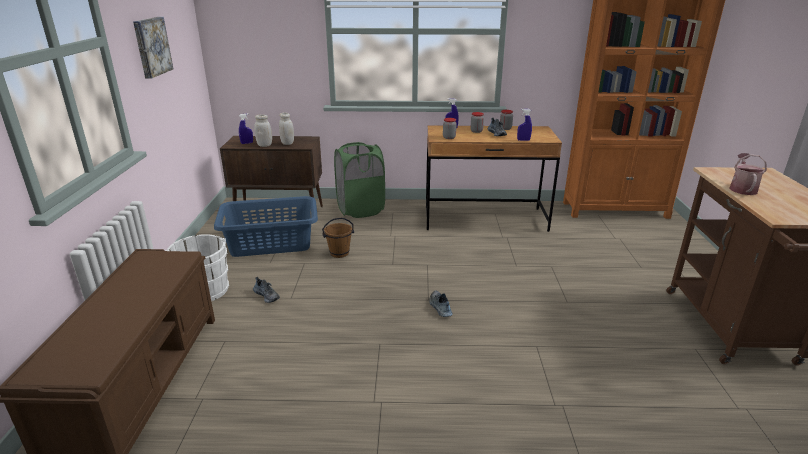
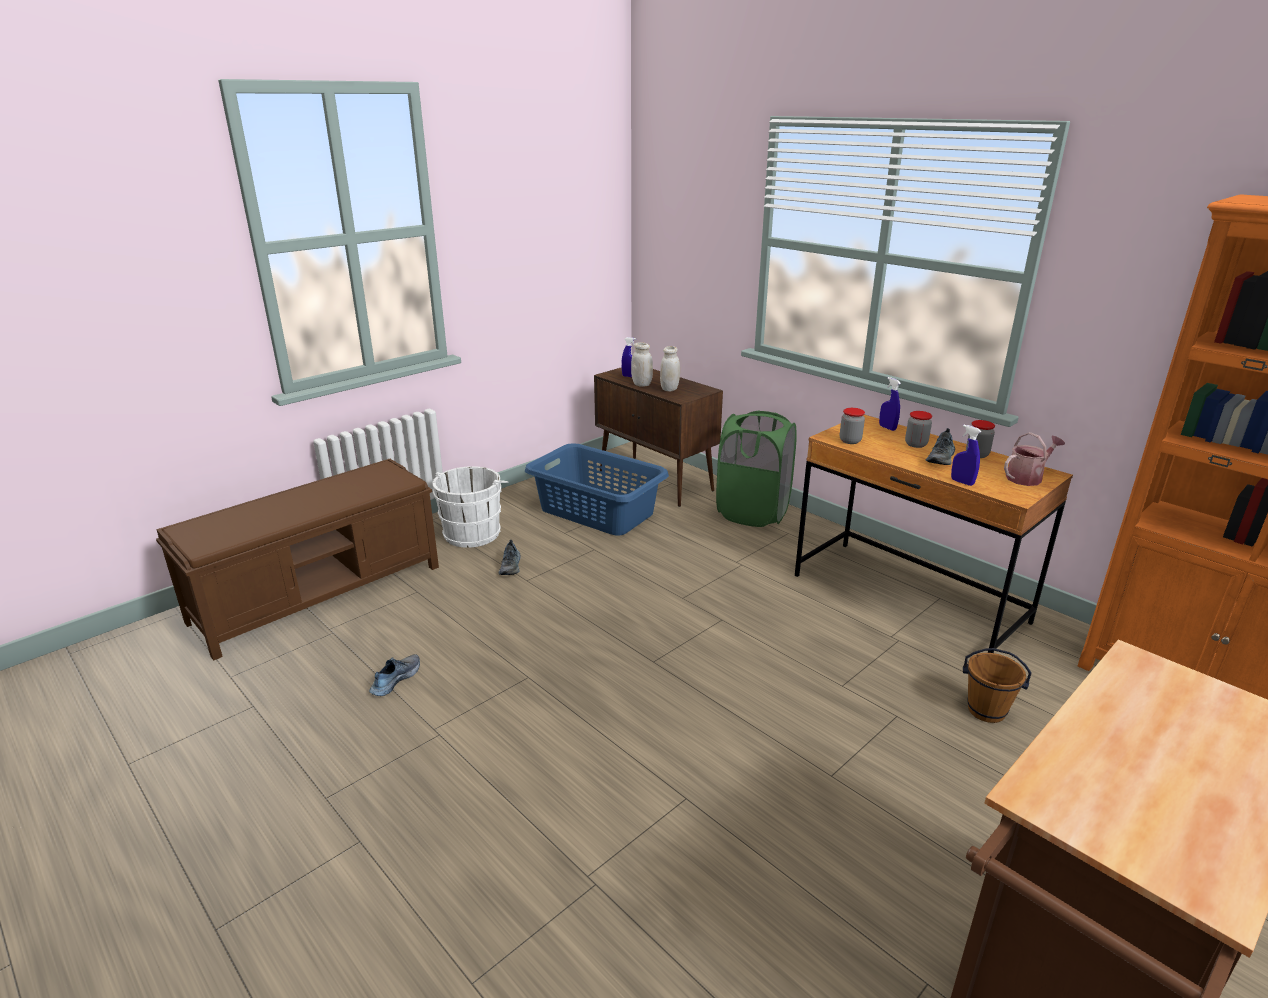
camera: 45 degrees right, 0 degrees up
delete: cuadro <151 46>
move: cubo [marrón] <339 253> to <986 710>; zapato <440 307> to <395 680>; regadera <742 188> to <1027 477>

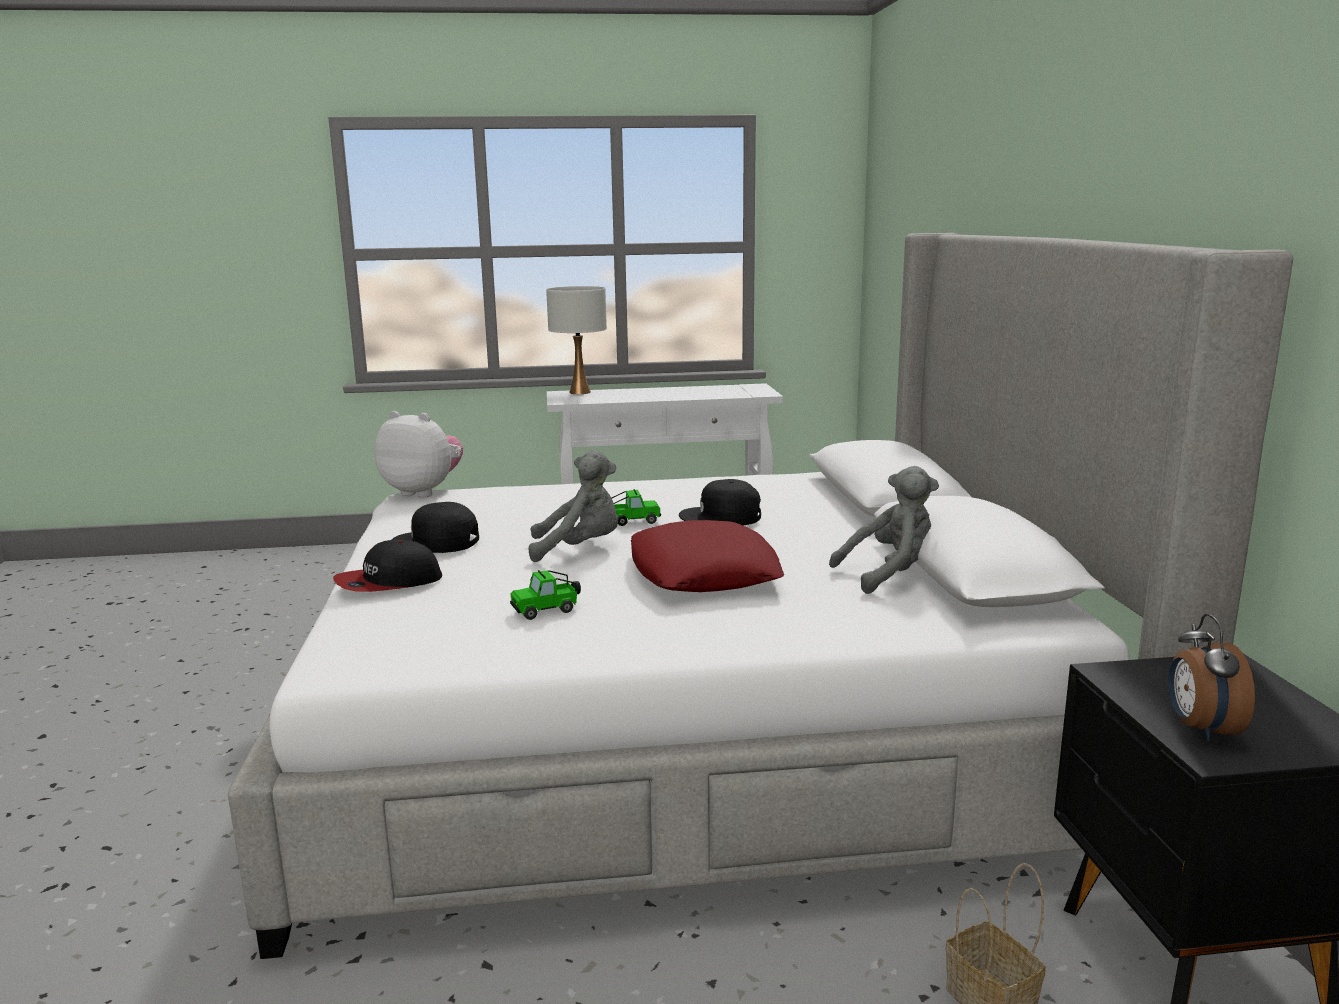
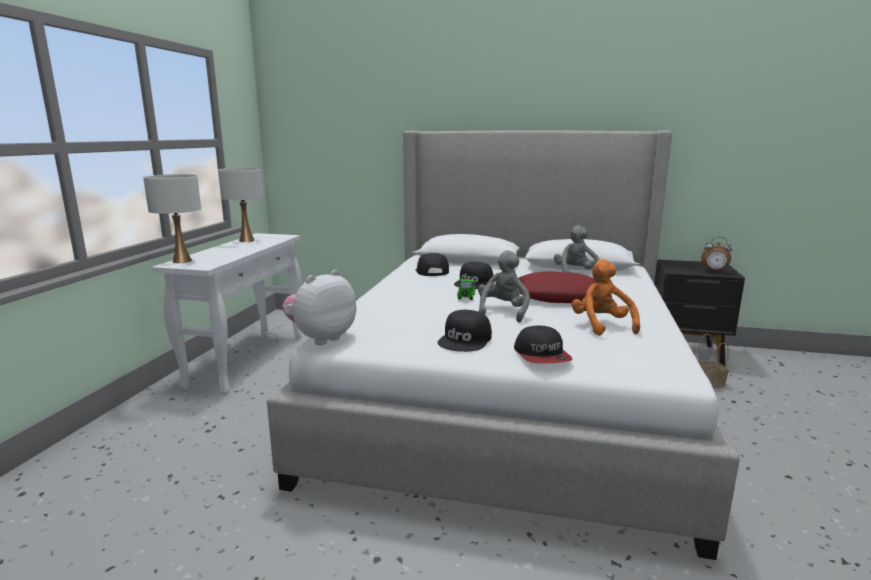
camera: 70 degrees left, 0 degrees up
insert: lámpara de mesa [blanco] <246 240>; gorra [negro] <431 271>
replace: coche de juguete <547 610> to peluche [naranja] <601 325>

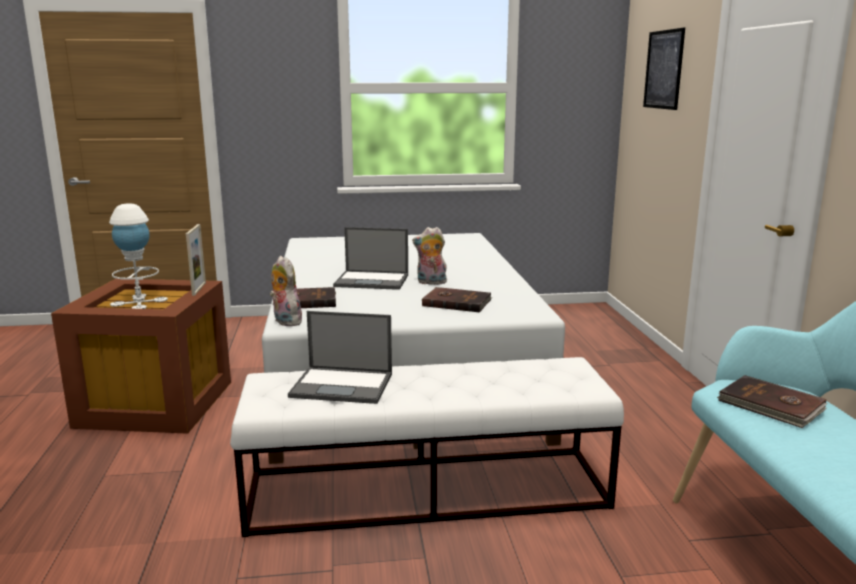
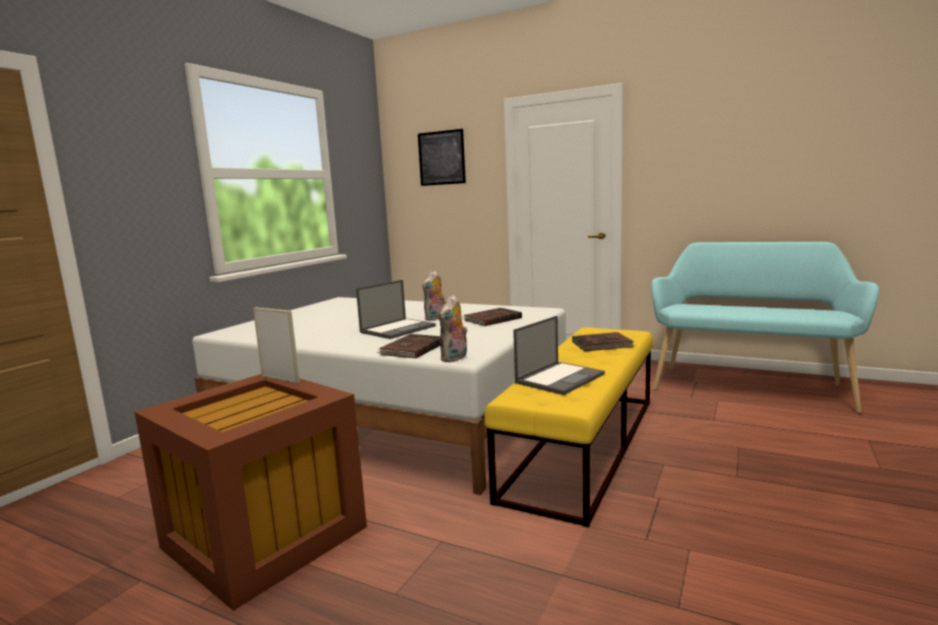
camera: 55 degrees left, 5 degrees down
delete: lámpara de mesa [blanco] <139 302>
move: libro [marrón] <771 405> to <603 344>
recolor: banco [blanco] <428 490> to banco [amarillo] <584 445>
rotate: peluche <285 321> = <455 358> 60 degrees counterclockwise

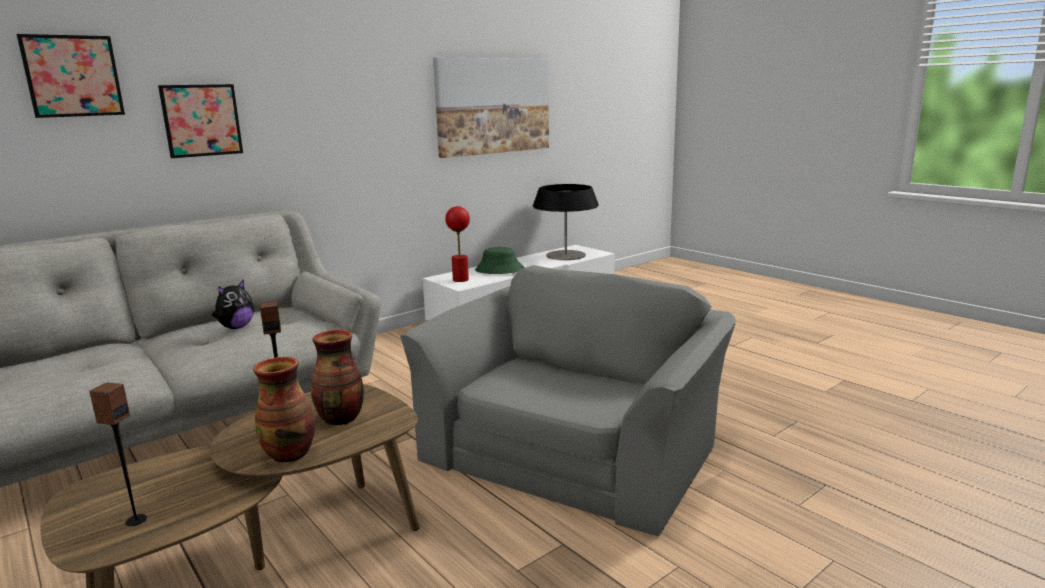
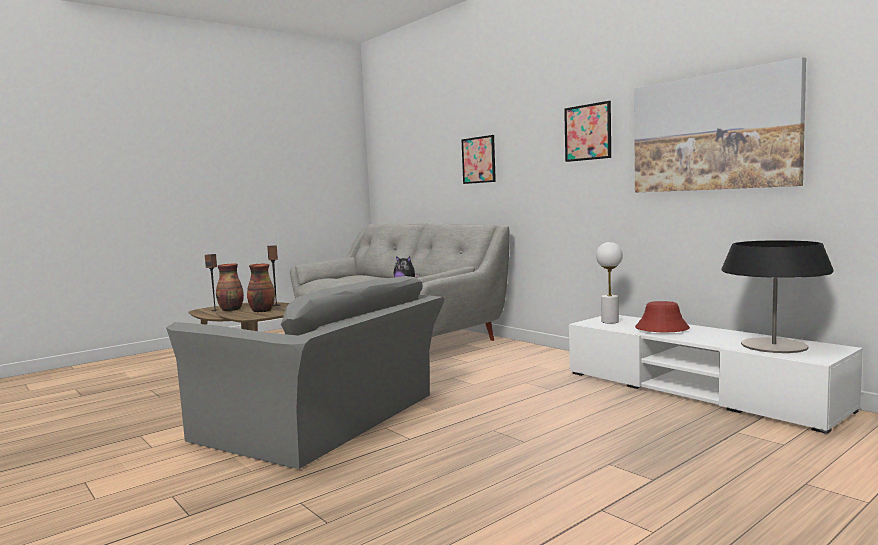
camera: 90 degrees right, 10 degrees down
move: cuadro <73 76> to <588 132>
recolor: lámpara de mesa [rojo] <460 280> to lámpara de mesa [blanco] <610 321>; sombrero [verde] <499 270> to sombrero [rojo] <661 328>

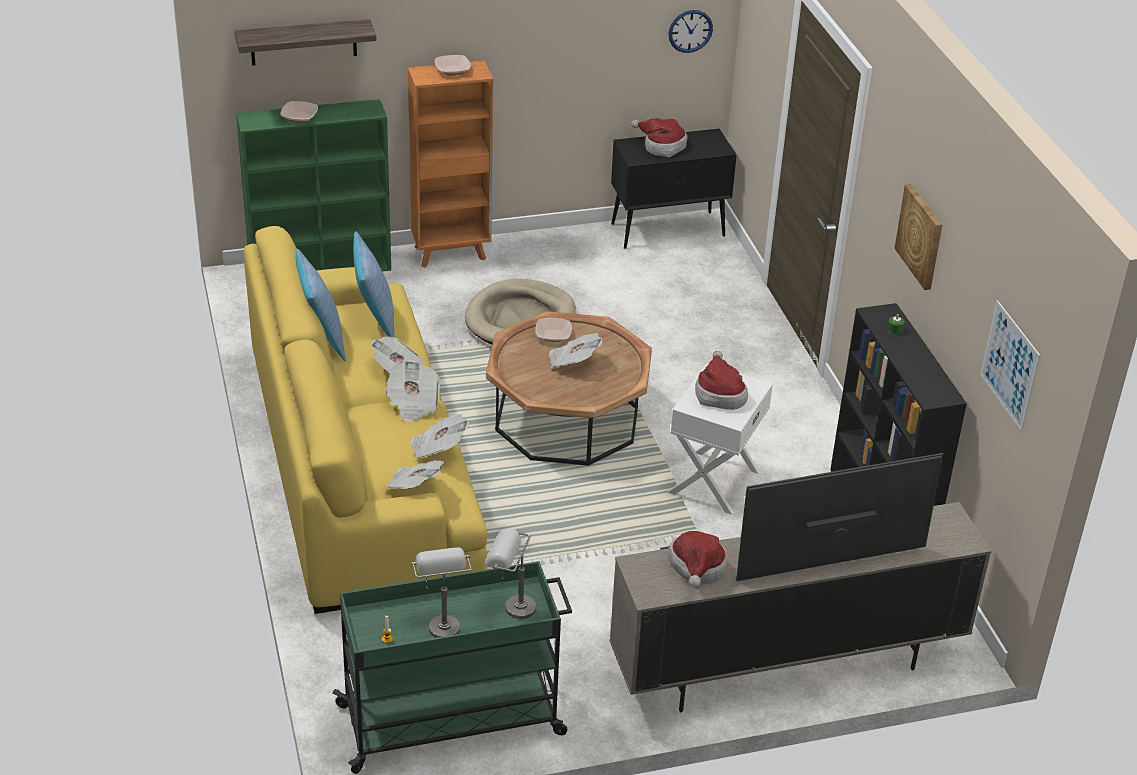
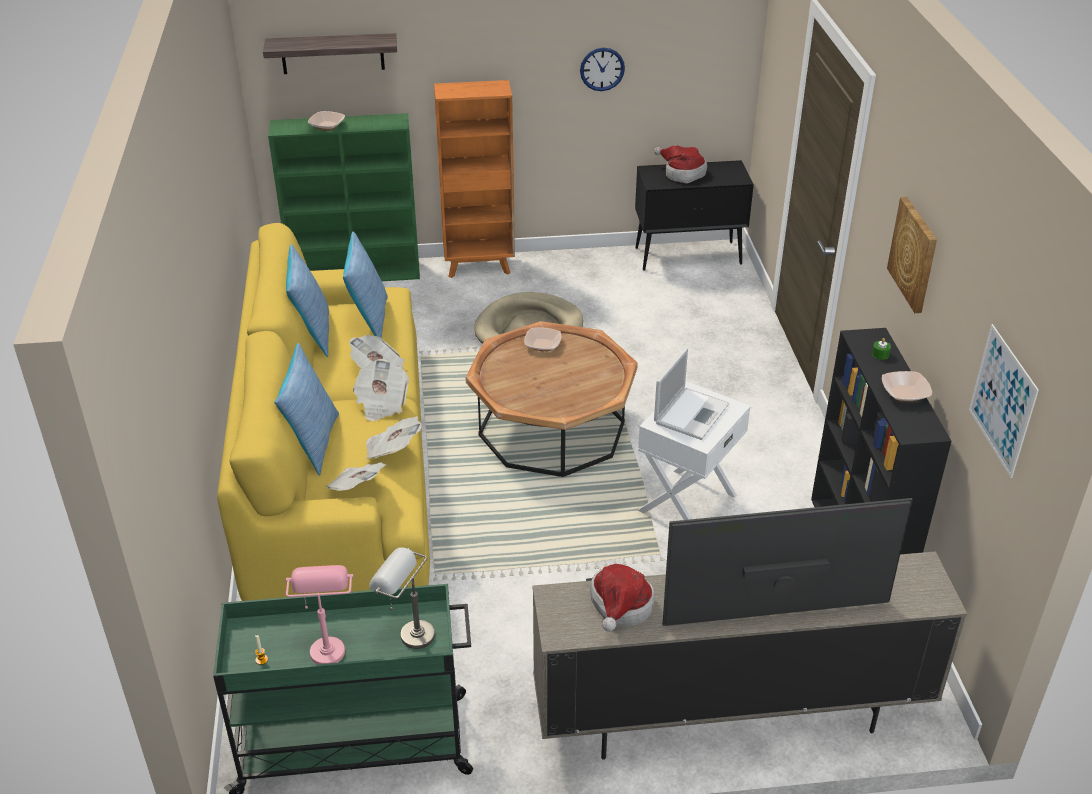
camera: 10 degrees right, 0 degrees up
delete: periódico <573 362>
insert: cojín <312 443>
move: cuenco <452 70> to <904 393>; reloj de pared <690 31> to <602 69>
replace: sombrero <719 394> to portátil <691 413>
recolor: lámpara de mesa [gris] <441 621> to lámpara de mesa [rosa] <327 643>

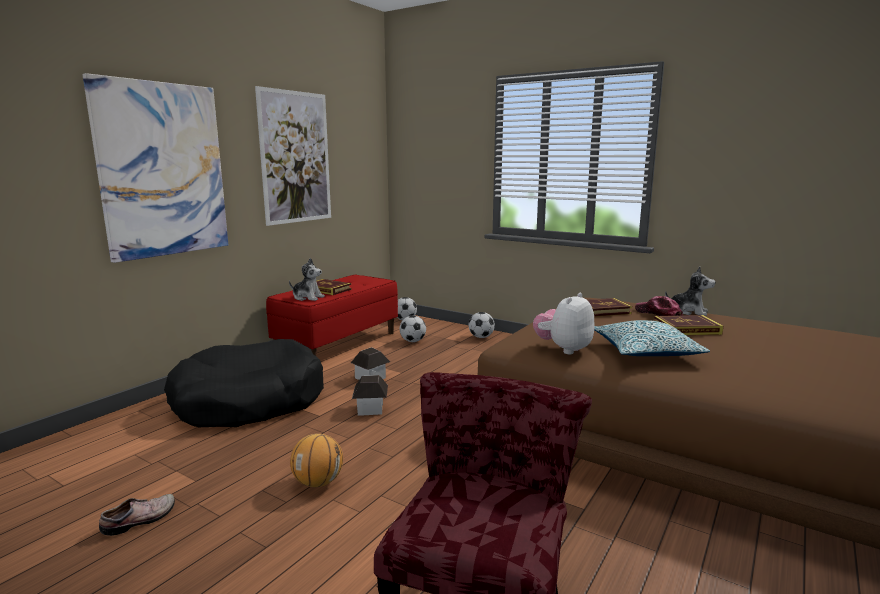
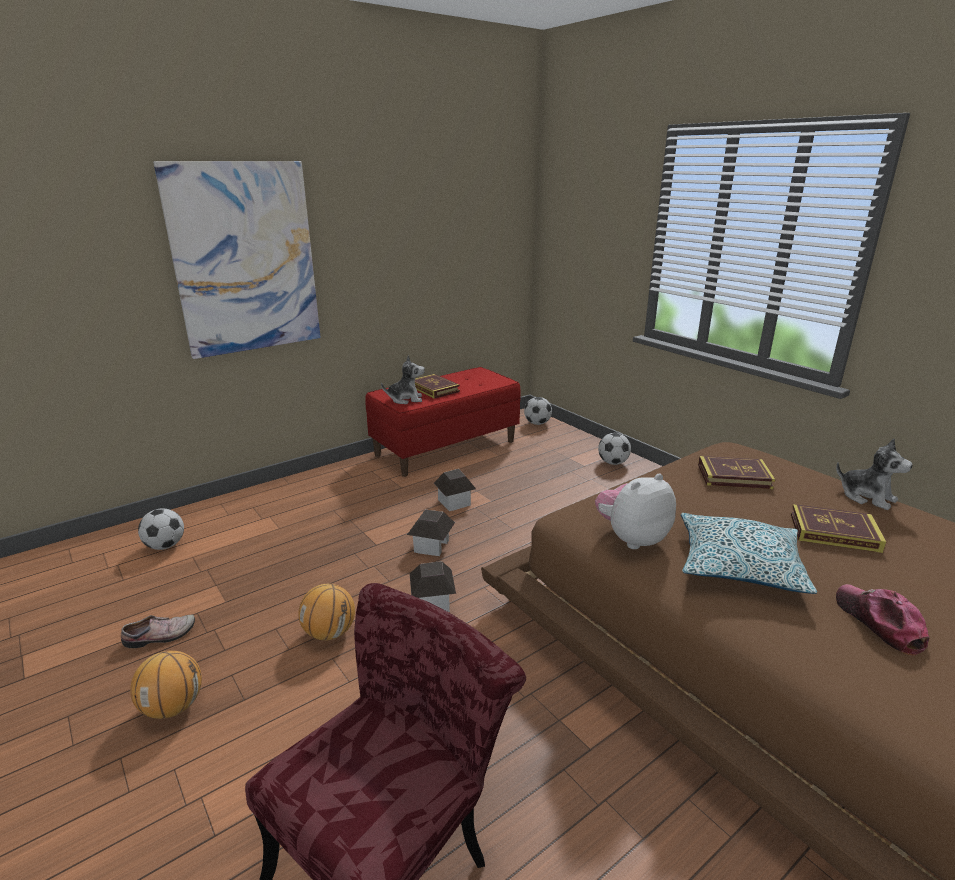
camera: 20 degrees right, 10 degrees up
delete: cama para perro [negro] <249 401>; cuadro <295 157>
insert: balón de baloncesto <173 707>; casita <432 603>
move: balón de fútbol <412 341> to <165 546>; gorra <658 314> to <879 623>
rotate: peluche <308 297> = <405 399> 45 degrees counterclockwise

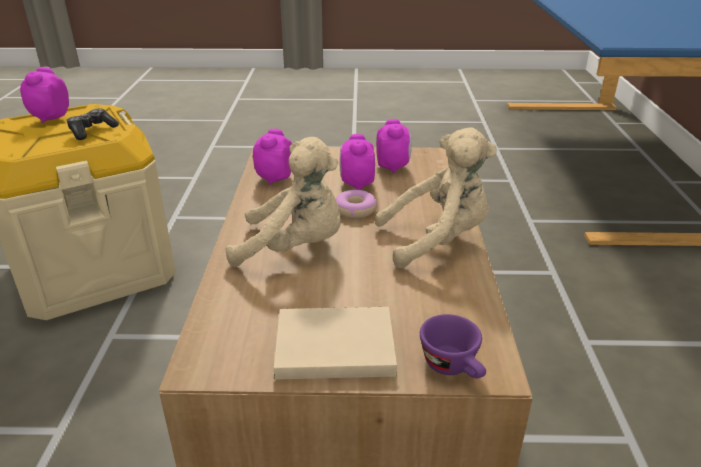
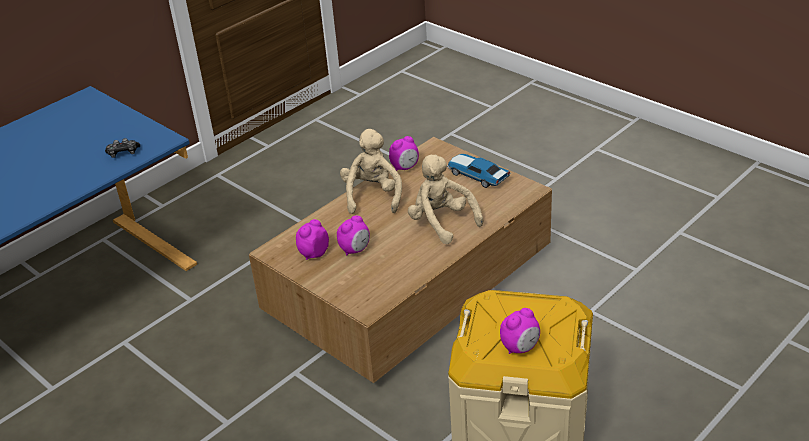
camera: 135 degrees left, 5 degrees up
delete: rosquilla <355 209>; taza [morado] <454 368>
move: mando de consola <92 131> to <123 153>; despertador <274 178> to <405 167>
replace: libro [beis] <331 345> to coche de juguete <477 175>
rotate: peluche [beis] <437 240> = <373 196> 60 degrees clockwise

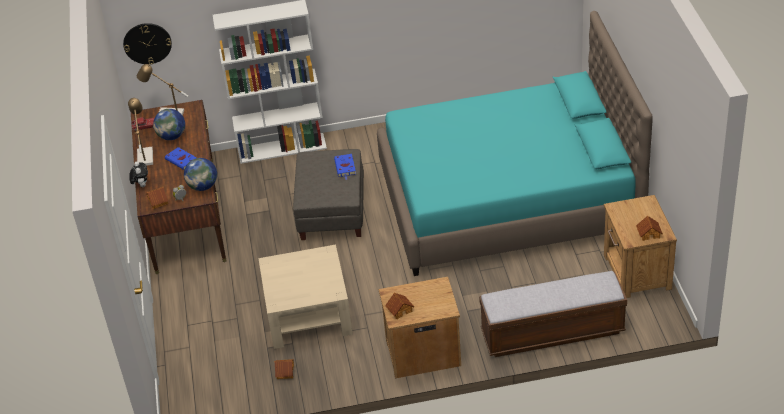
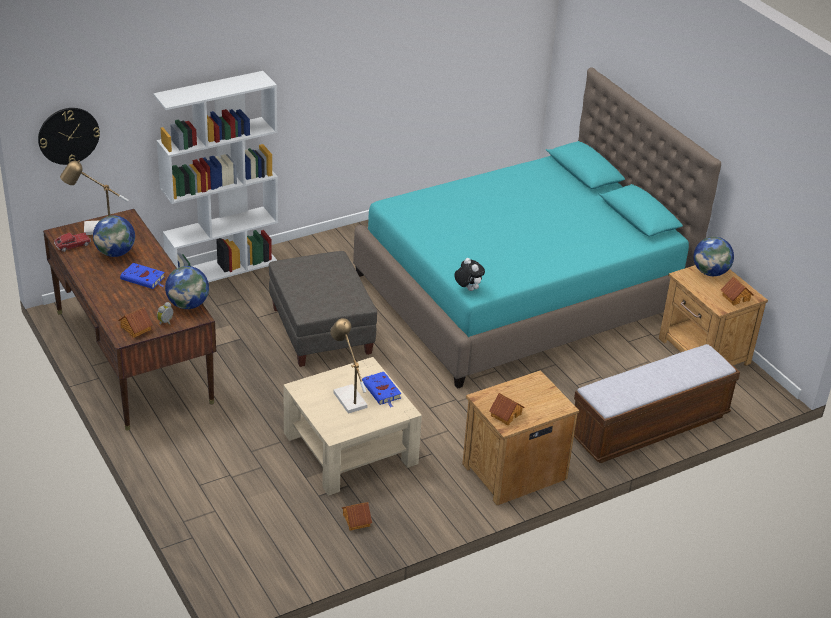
camera: 25 degrees left, 5 degrees down
insert: globo terráqueo <710 272>
move: lámpara de mesa <144 155> to <347 397>; peluche <141 185> to <467 289>; libro [azul] <345 167> to <382 391>

